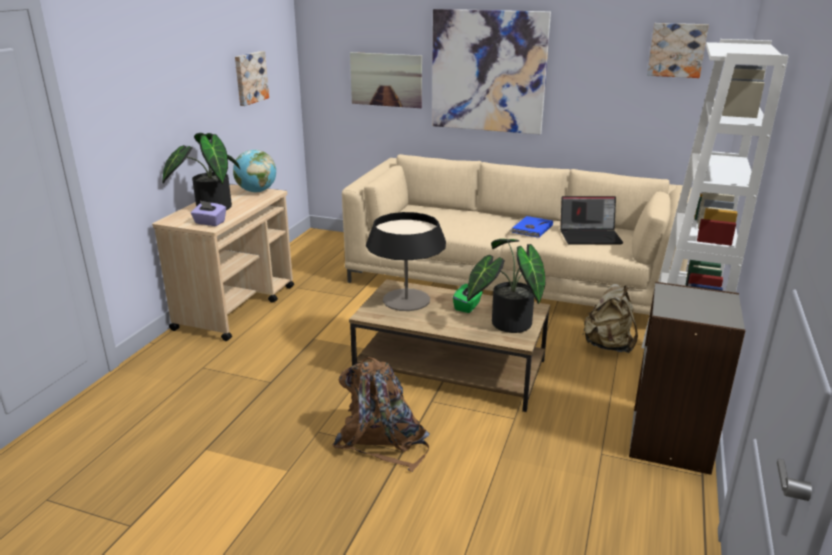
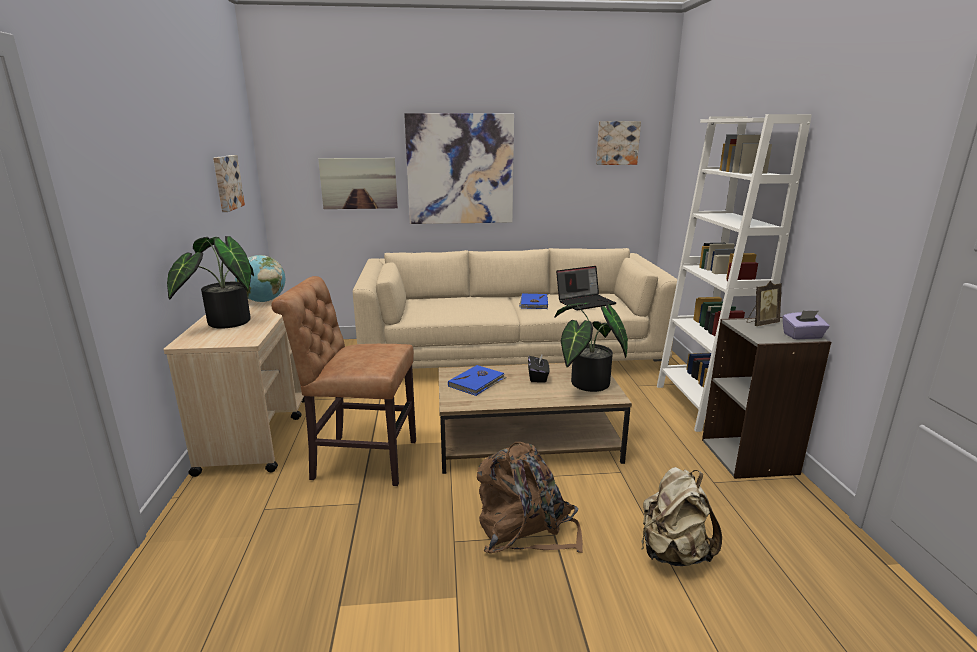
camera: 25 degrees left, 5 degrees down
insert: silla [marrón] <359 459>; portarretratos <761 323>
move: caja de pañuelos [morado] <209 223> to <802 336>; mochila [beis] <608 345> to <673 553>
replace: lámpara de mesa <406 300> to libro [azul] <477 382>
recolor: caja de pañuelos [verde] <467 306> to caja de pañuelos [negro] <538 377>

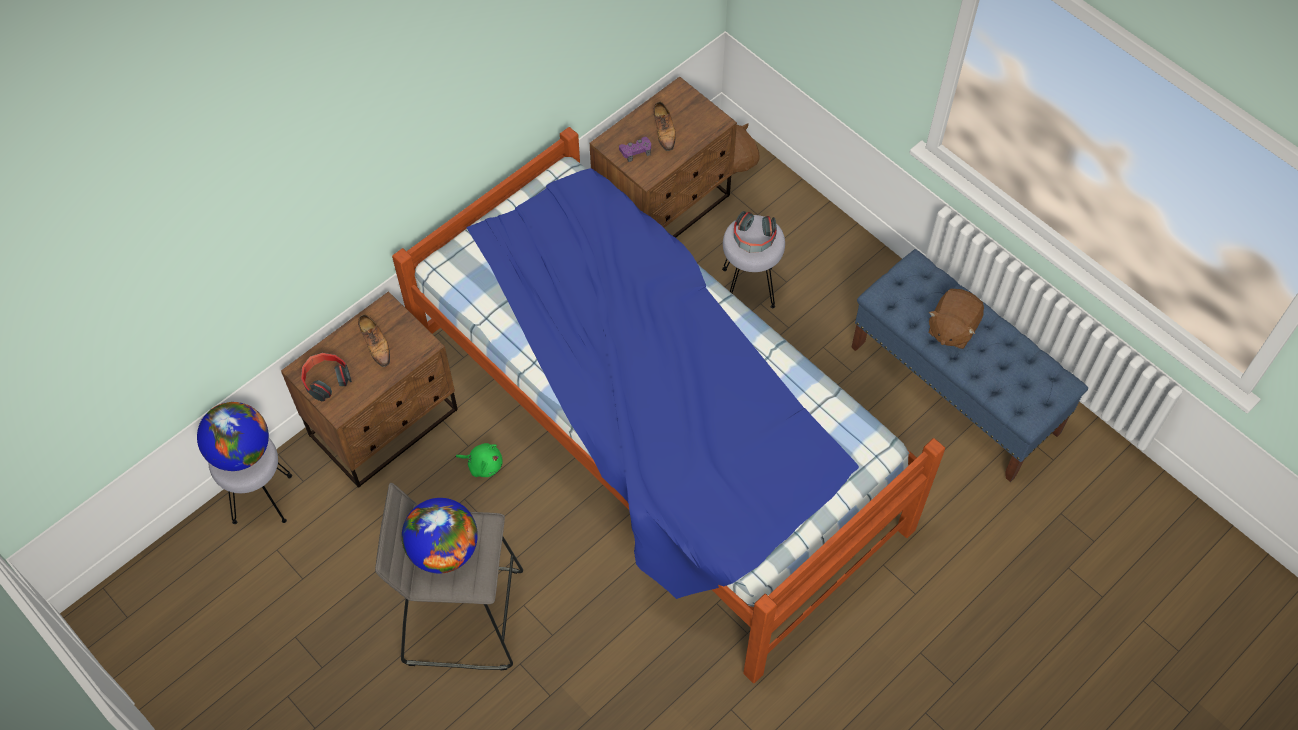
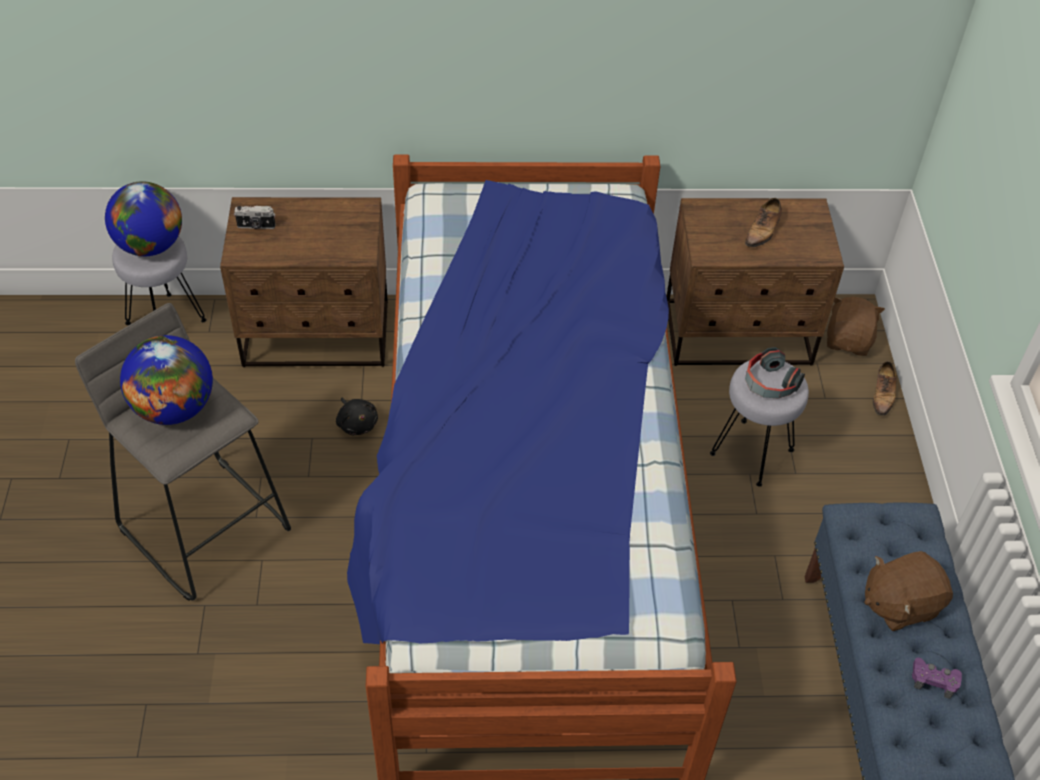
camera: 40 degrees right, 10 degrees down
move: zapato <375 344> to <883 394>; mando de consola [morado] <635 151> to <934 680>
replace: auriculares <326 380> to cámara <256 226>
recolor: peluche [verde] <483 464> to peluche [negro] <357 423>

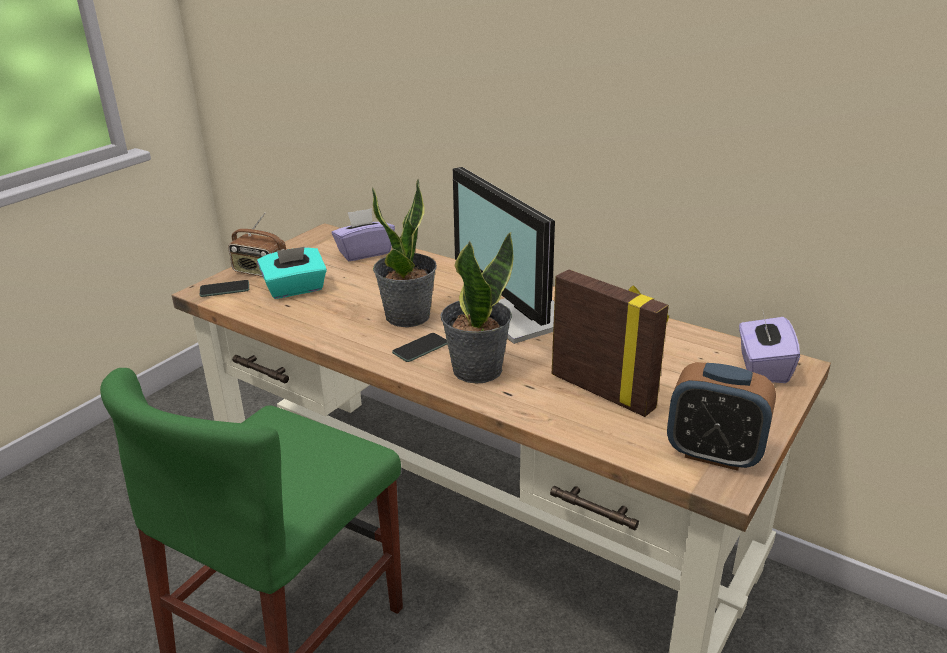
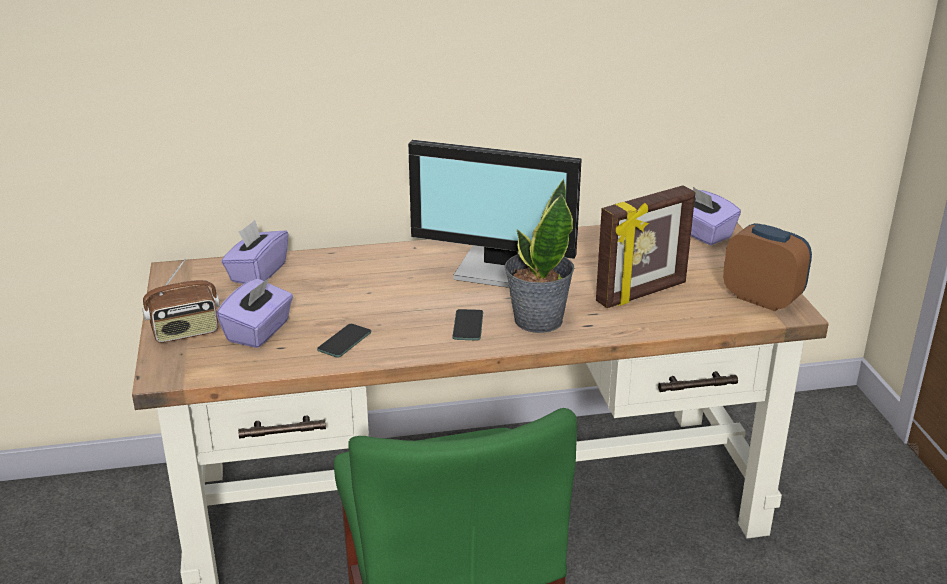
camera: 45 degrees left, 0 degrees up
delete: planta en maceta <408 316>
move: móvil <224 289> to <344 341>
recolor: caja de pañuelos [turquesa] <295 289> to caja de pañuelos [morado] <259 332>
rotate: portarretratos <603 391> = <642 293> 150 degrees clockwise; despertador <713 454> = <762 299> 120 degrees counterclockwise

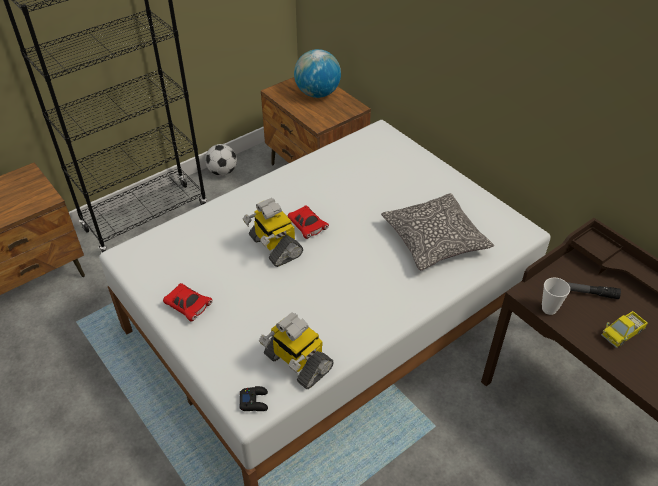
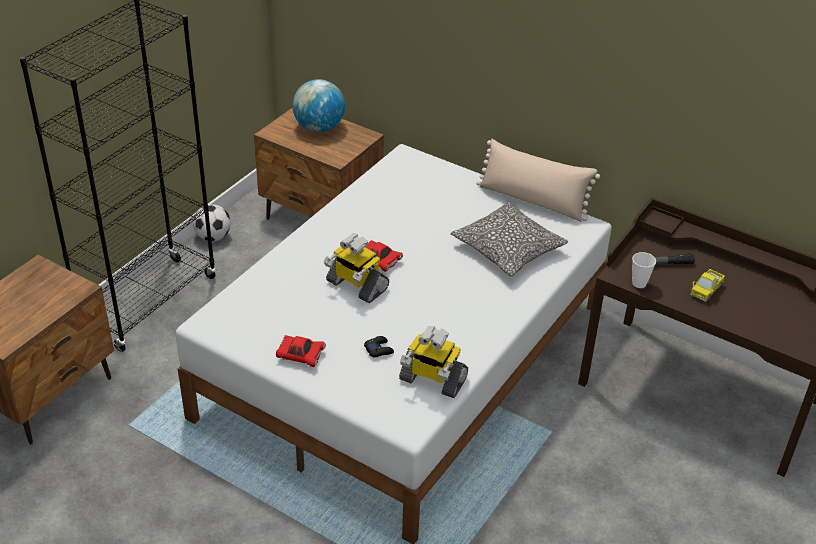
camera: 20 degrees left, 5 degrees down
insert: cojín [beis] <533 201>
move: mando de consola [negro] <254 401> to <379 349>

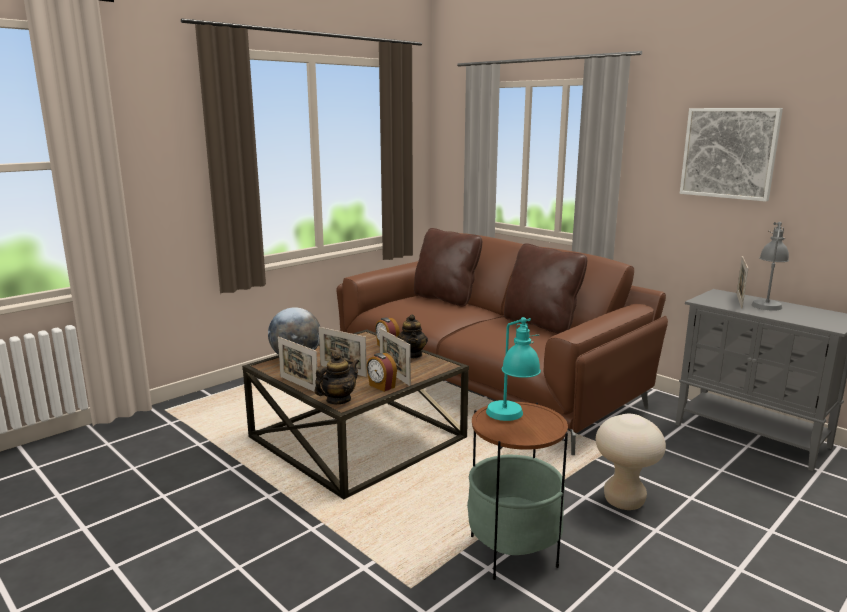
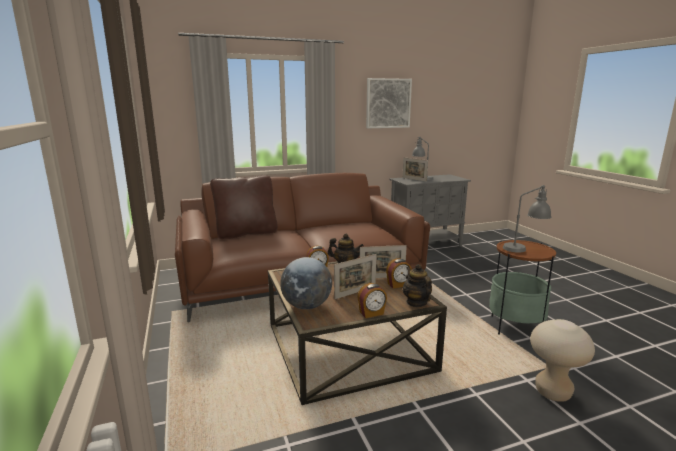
camera: 65 degrees left, 0 degrees up
delete: cojín [marrón] <541 324>
move: taburete [beis] <624 501> to <553 392>
replace: portarretratos <299 384> to despertador <371 313>
recolor: lámpara de mesa [turquesa] <512 419> to lámpara de mesa [gris] <524 249>

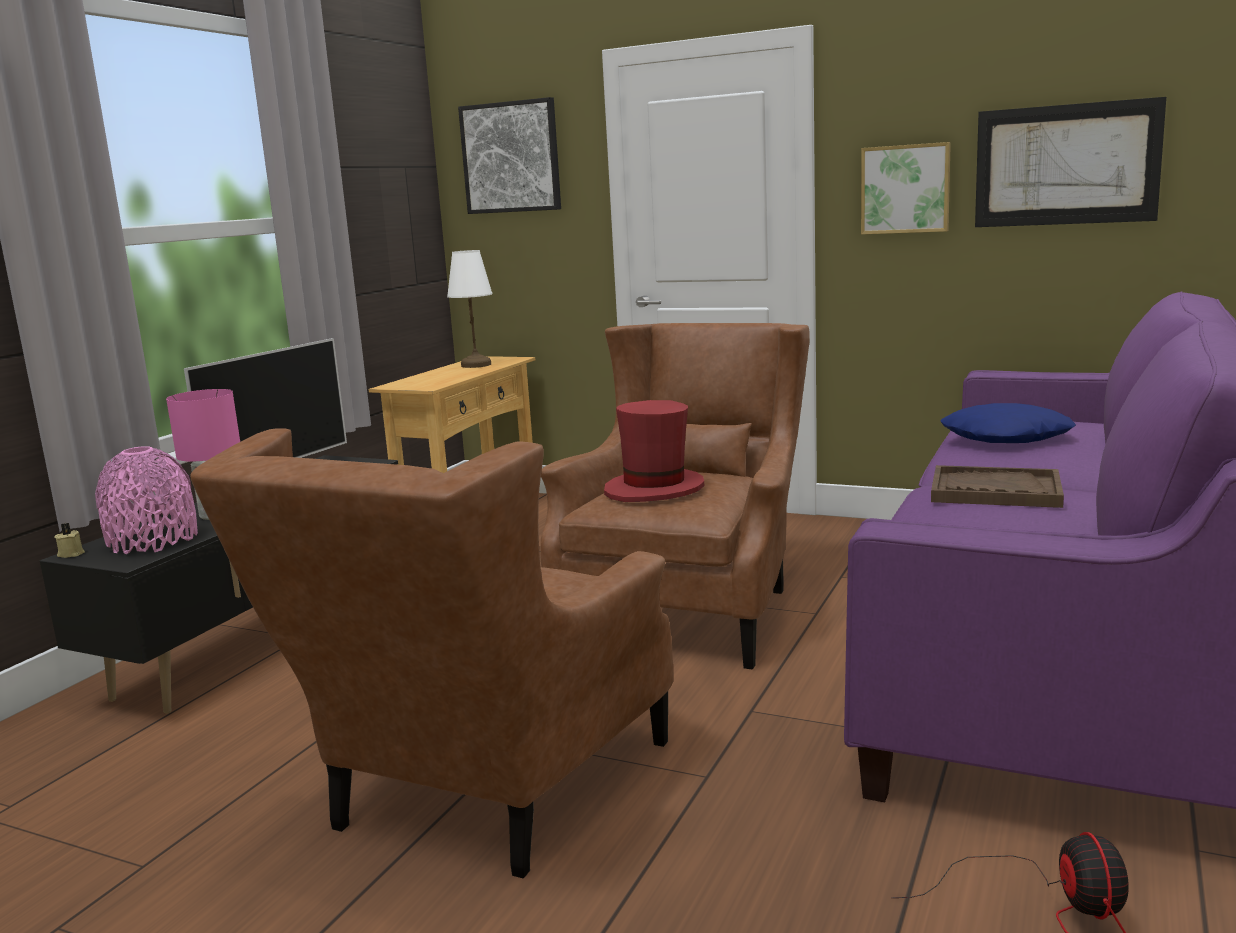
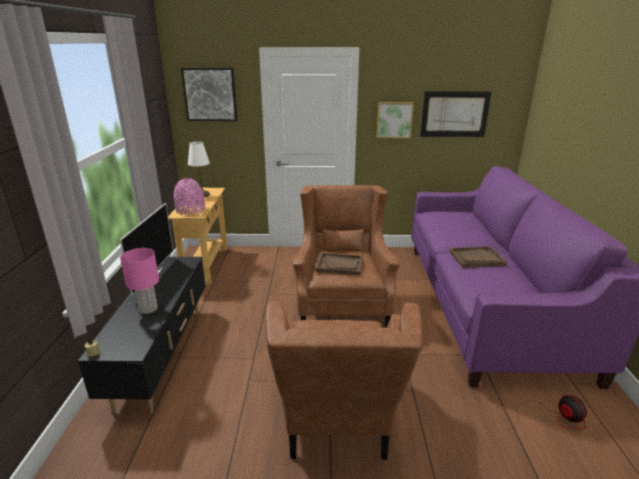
camera: 25 degrees left, 10 degrees up
delete: cojín [azul] <1005 437>
move: florero [rosa] <153 541> to <190 210>
replace: sombrero [rojo] <654 490> to bandeja [marrón] <340 265>

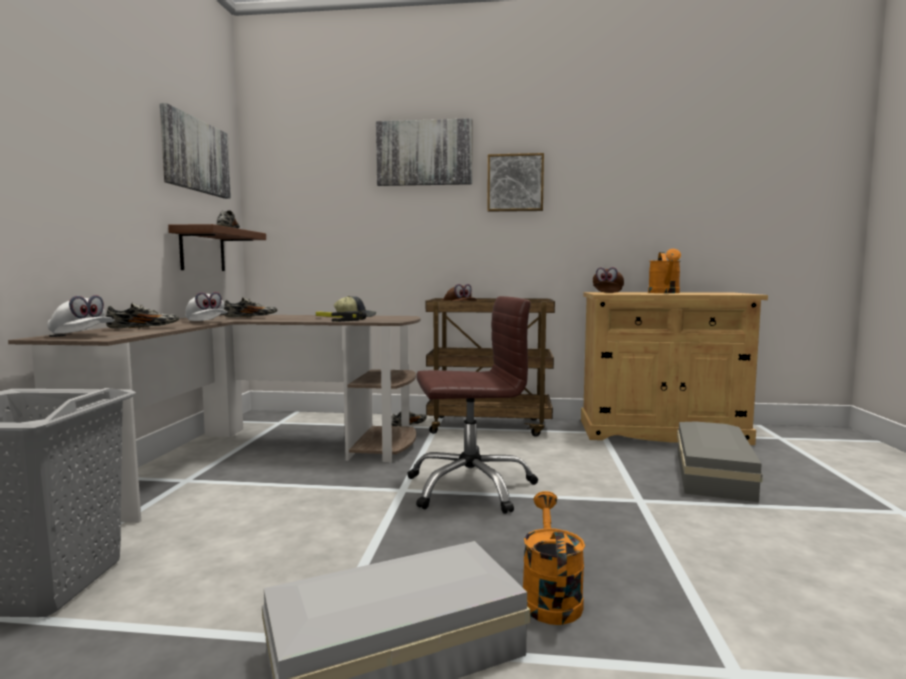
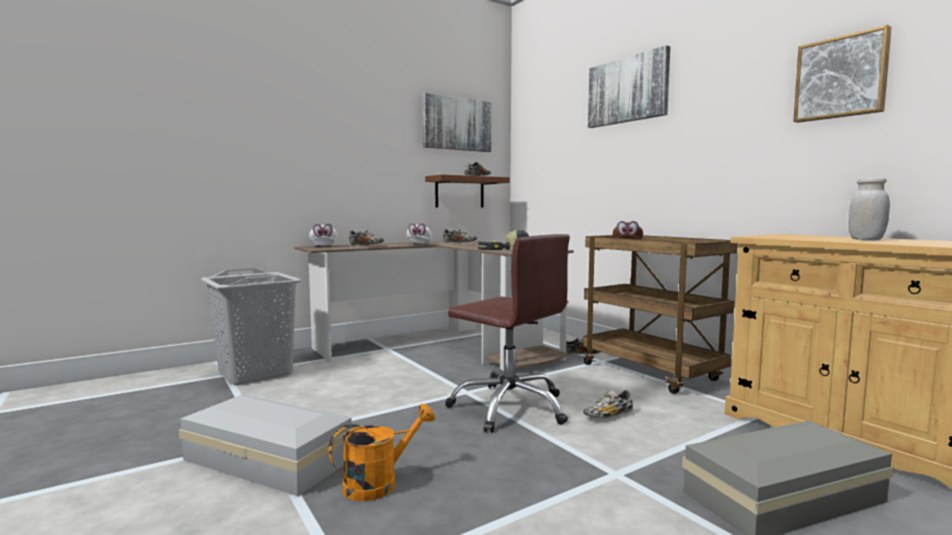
camera: 50 degrees right, 0 degrees up
delete: gorra [marrón] <607 293>
insert: zapato <608 416>
move: cuadro <515 183> to <841 78>
replace: regadera [naranja] <665 293> to tarro [blanco] <866 239>

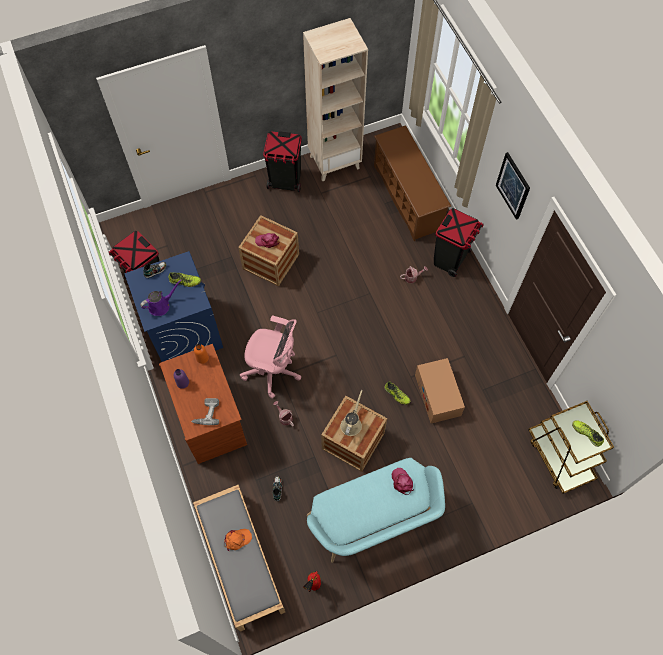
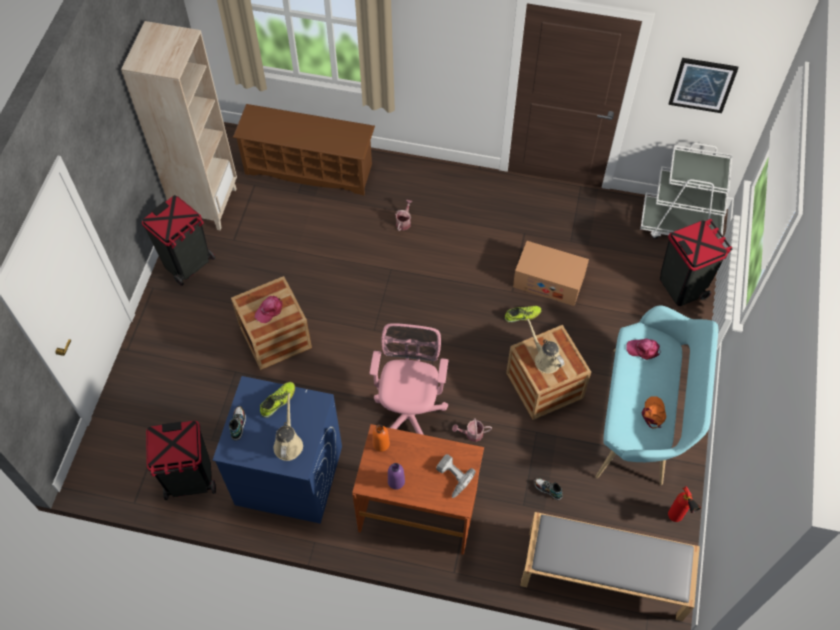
camera: 55 degrees left, 5 degrees down
delete: zapato <586 434>
move: gorra [naranja] <237 539> to <653 413>; papelera [negro] <450 259> to <682 286>; cuadro <513 186> to <702 85>
recolor: regadera [morado] <161 305> to regadera [beis] <288 443>; carrito [marrón] <560 456> to carrito [blanco] <680 224>
rotate: silla de oficina [rosa] <273 370> = <409 412> 45 degrees counterclockwise

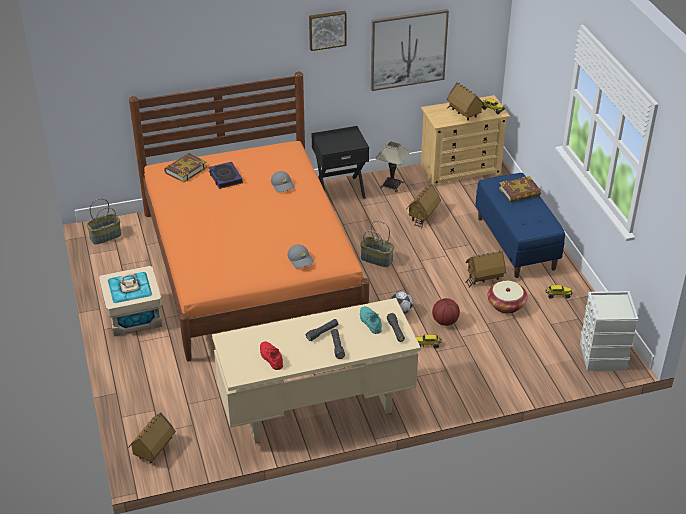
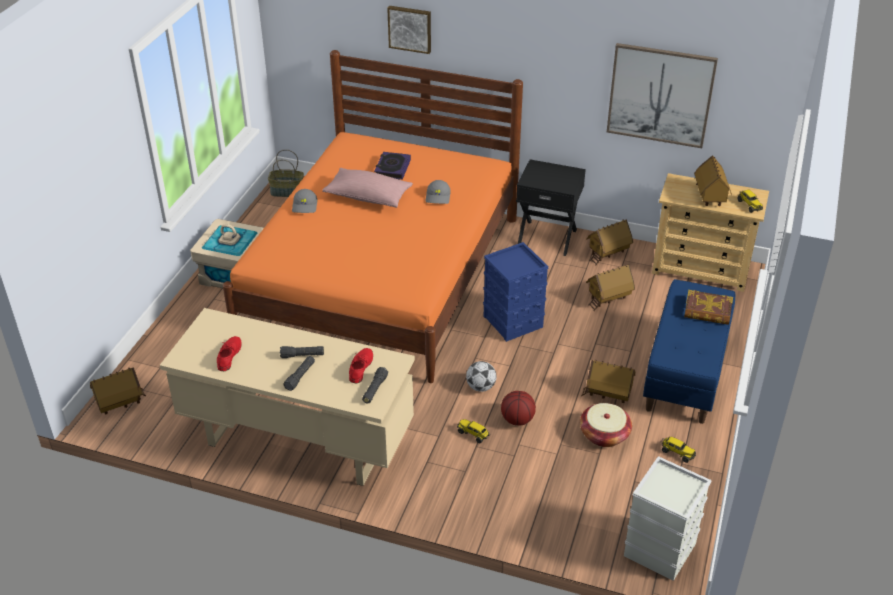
camera: 35 degrees right, 0 degrees up
delete: libro <185 170>
insert: cojín [rosa] <368 197>
move: gorra [gris] <301 260> to <305 206>; cuadro <327 29> to <410 28>
replace: cesta <377 259> to caja de almacenaje [azul] <513 322>; lámpara de mesa <392 185> to casita <608 253>
recolor: zapato [turquesa] <370 321> to zapato [rojo] <360 367>

